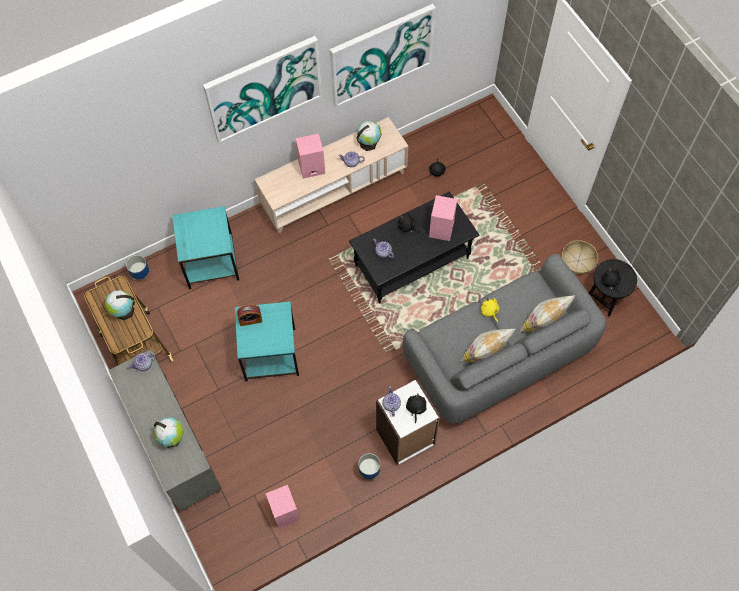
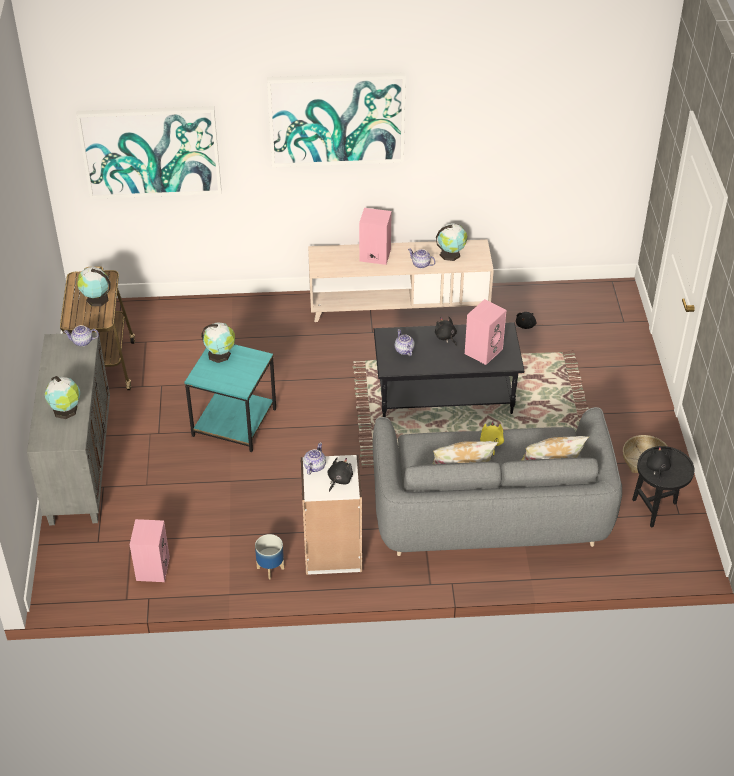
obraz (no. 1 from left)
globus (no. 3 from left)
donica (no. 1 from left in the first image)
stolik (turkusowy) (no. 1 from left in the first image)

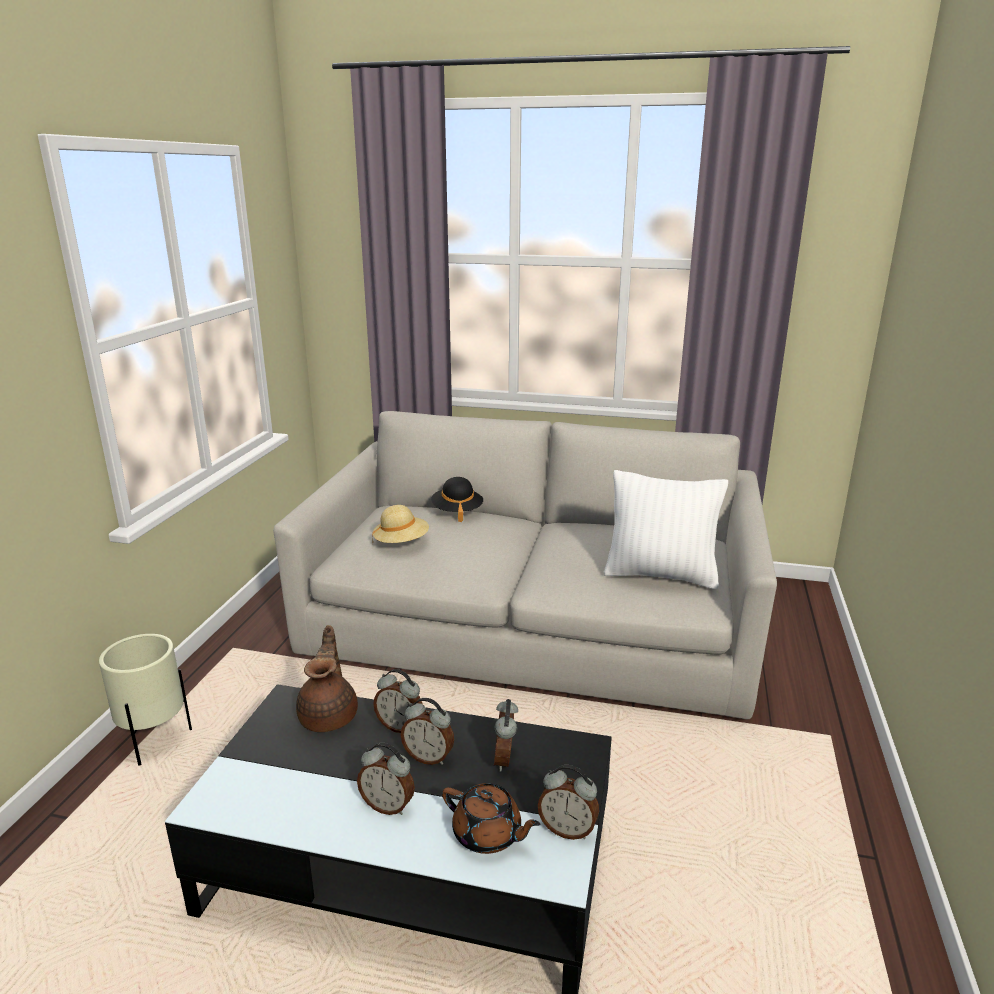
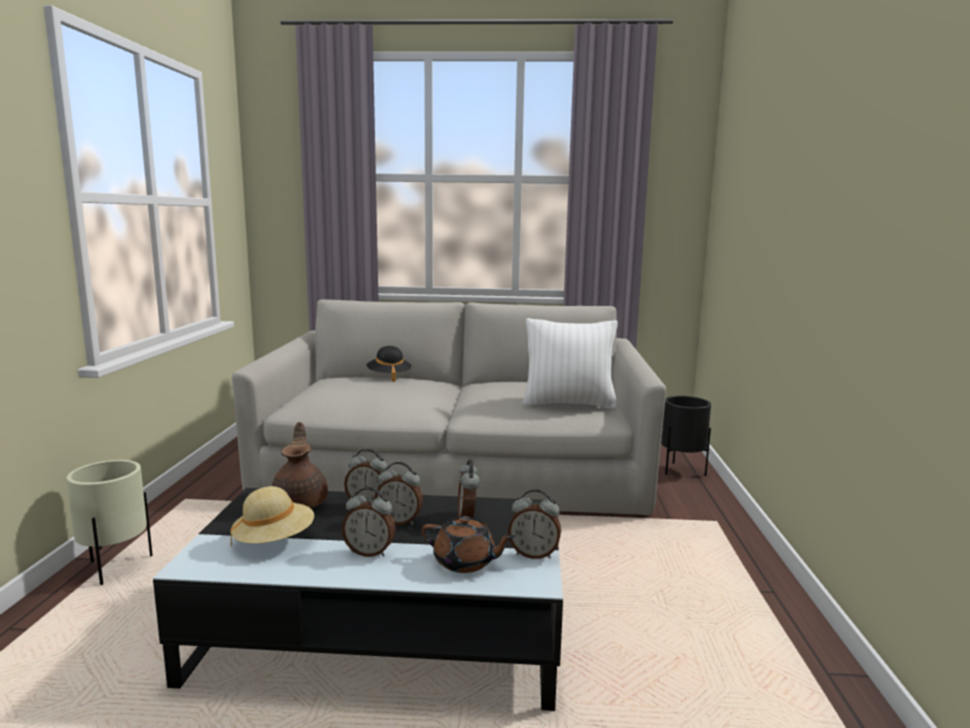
kapelusz (beżowy)
donica (czarny)

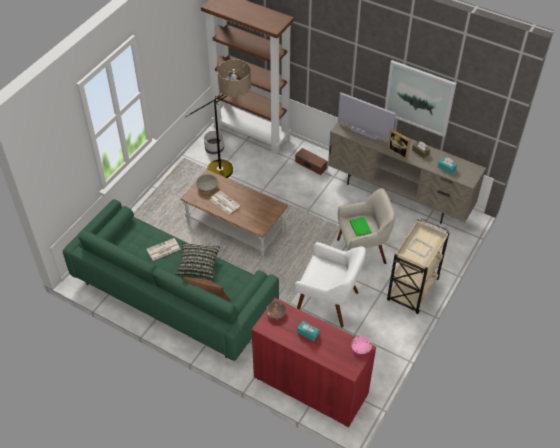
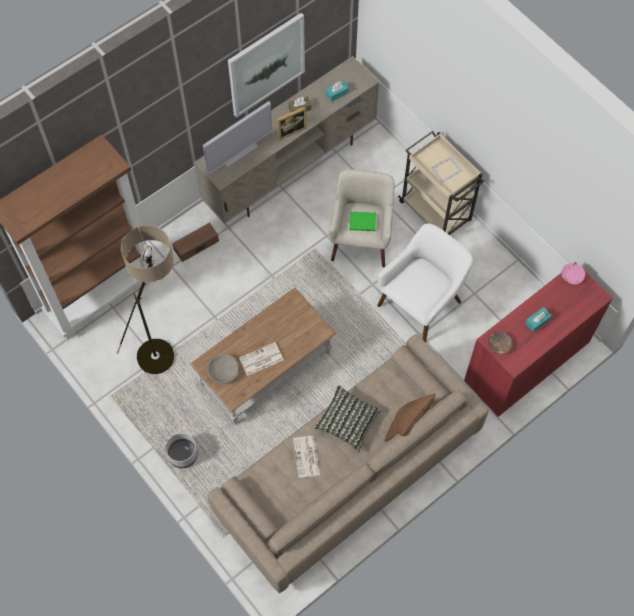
donica (szary)
kanapa (beżowy)

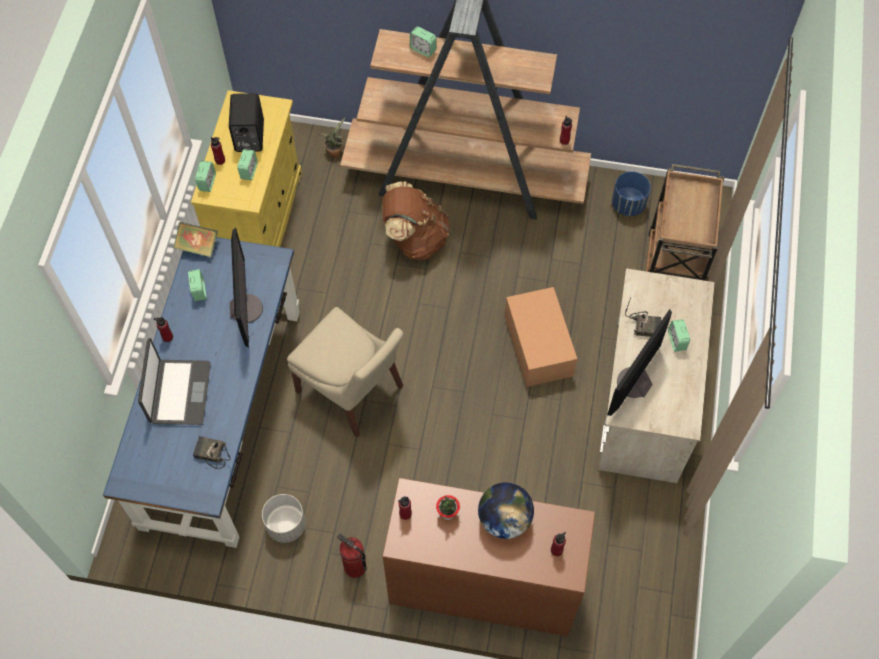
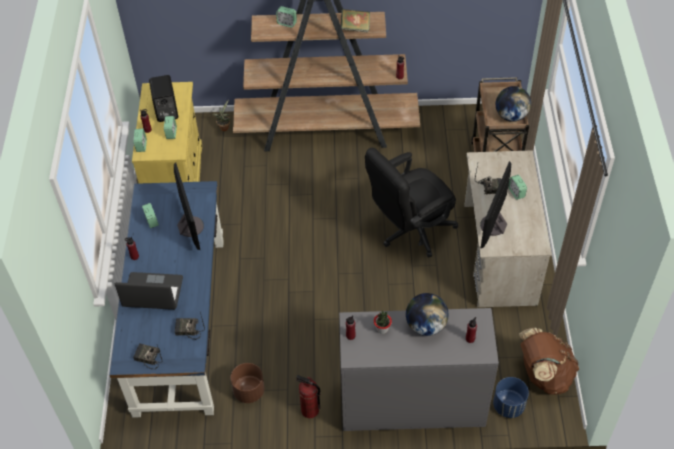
laptop
radio (no. 1 from left)
donica (brązowy)
komoda (szary)
książka
krzesło biurowe (czarny)
donica (niebieski)
globus (no. 2 from left)
plecak (brązowy)
krzesło (beżowy)

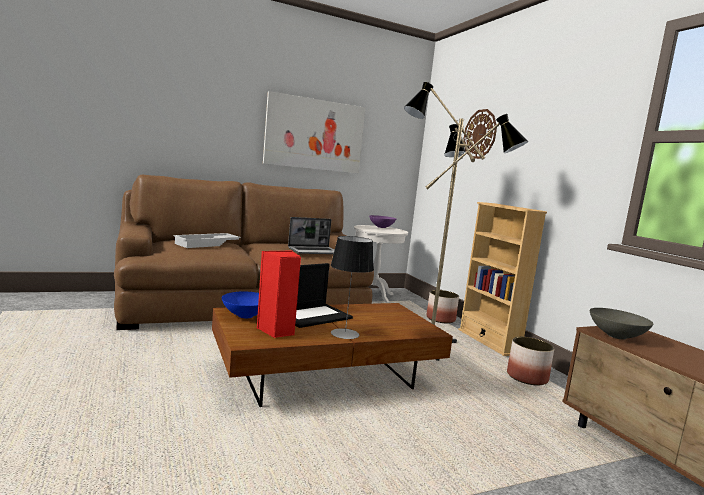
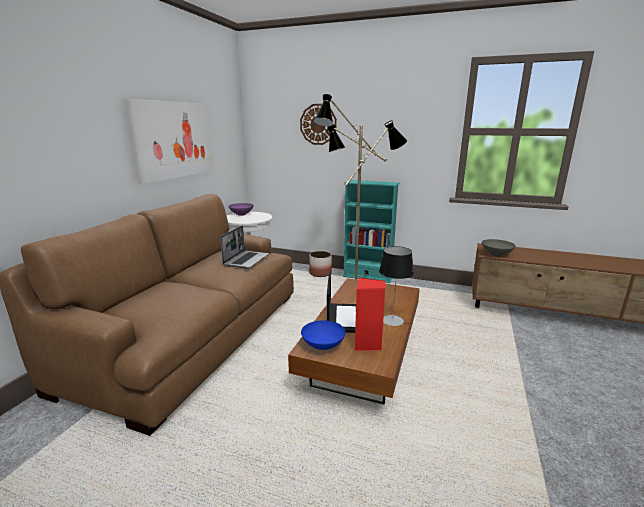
regał (turkusowy)
taca (biały)
donica (no. 2 from left in the first image)

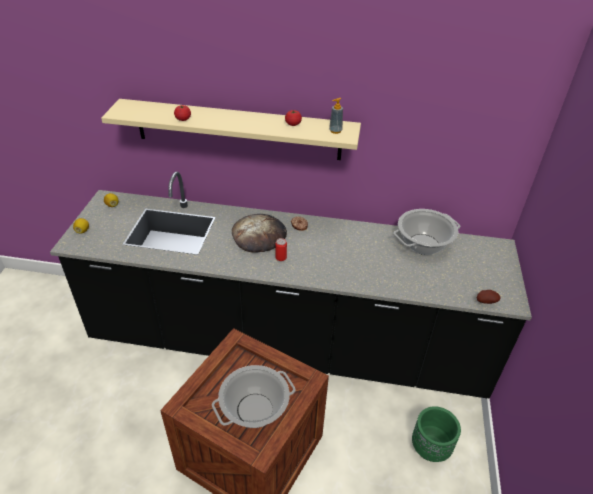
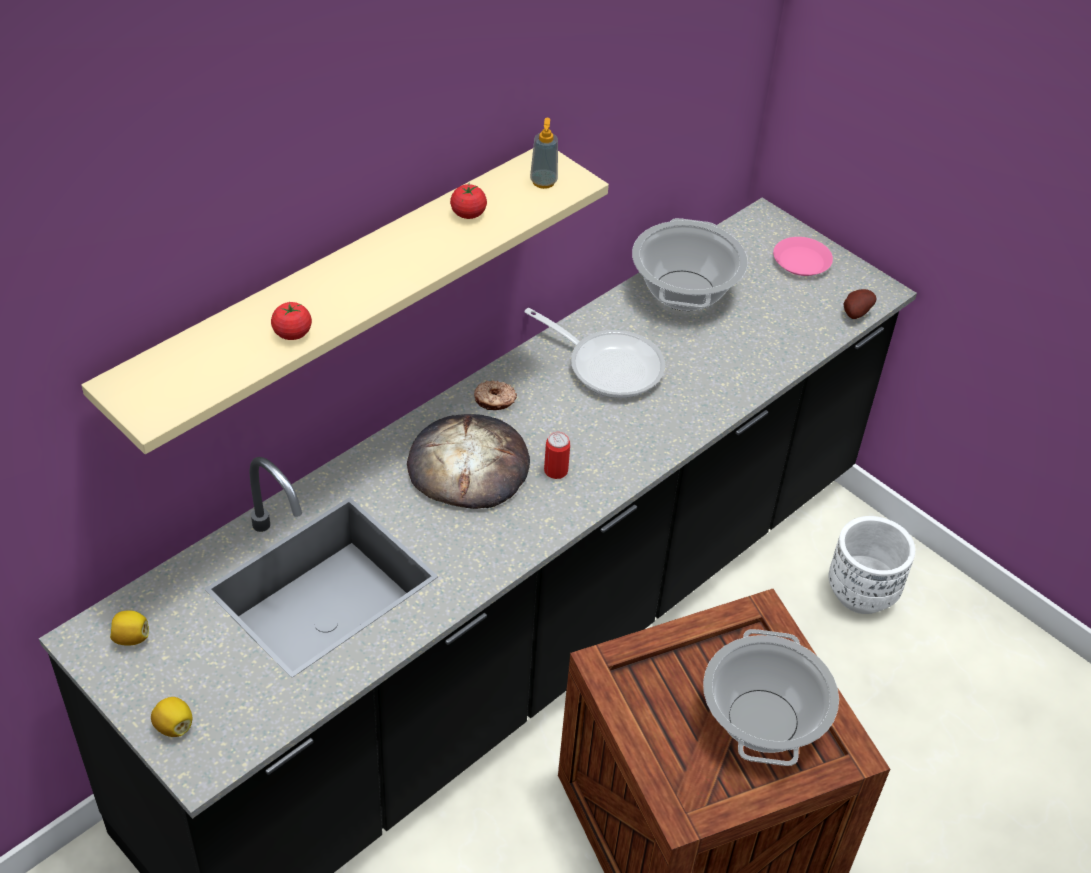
patelnia
talerz (różowy)
donica (biały)

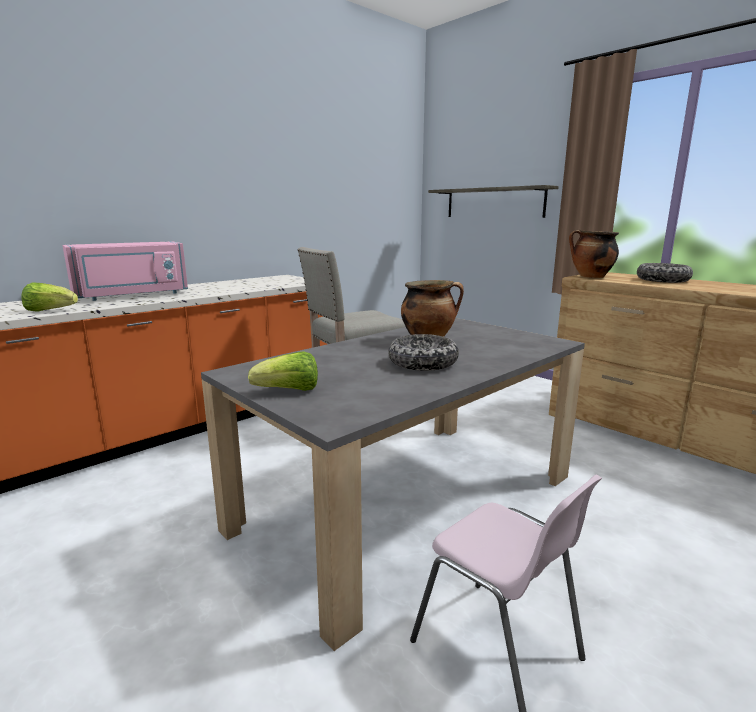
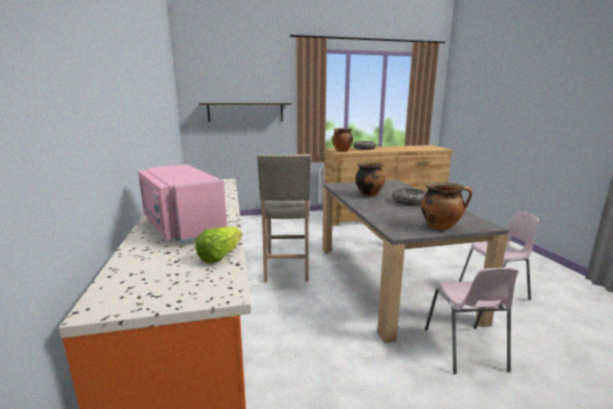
mikrofalówka (różowy)
garnek (no. 3 from left)
krzesło (różowy) (no. 1 from left)

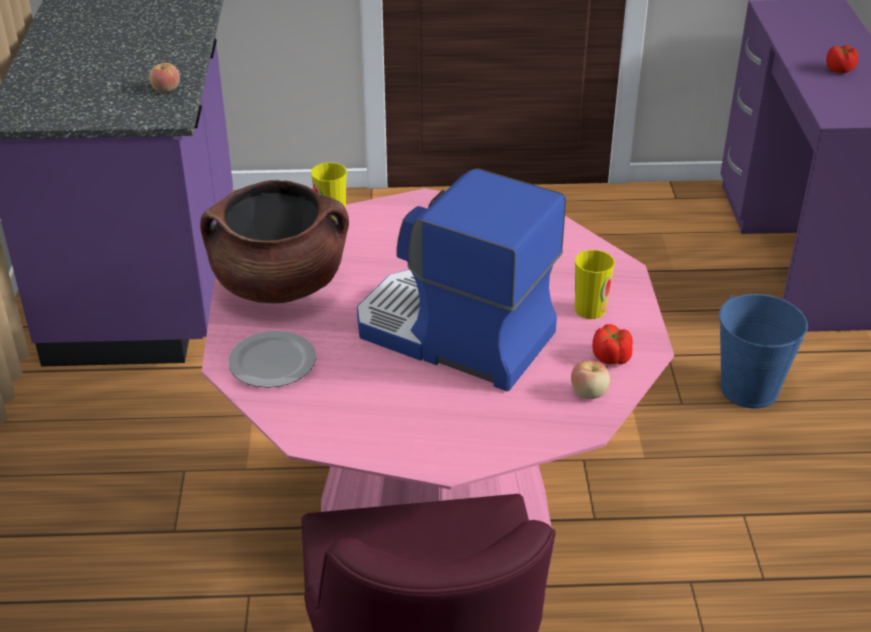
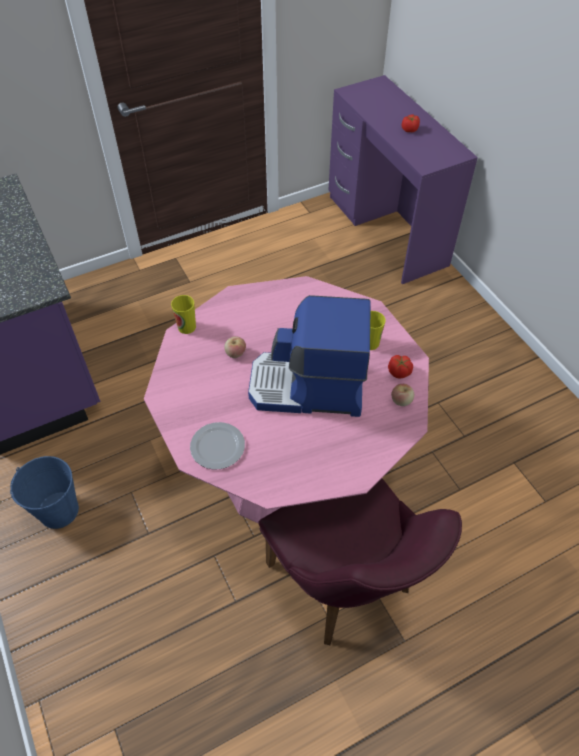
wiadro (niebieski)
jabłko (no. 1 from left)
garnek (brązowy)

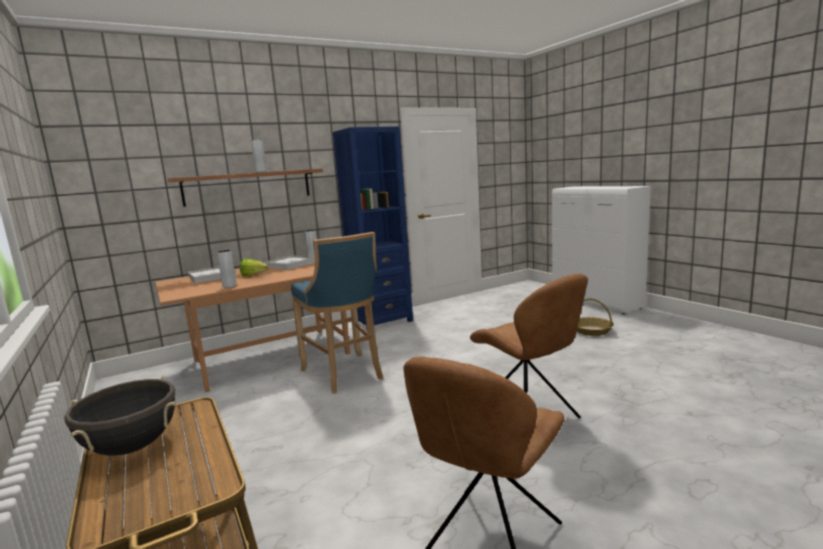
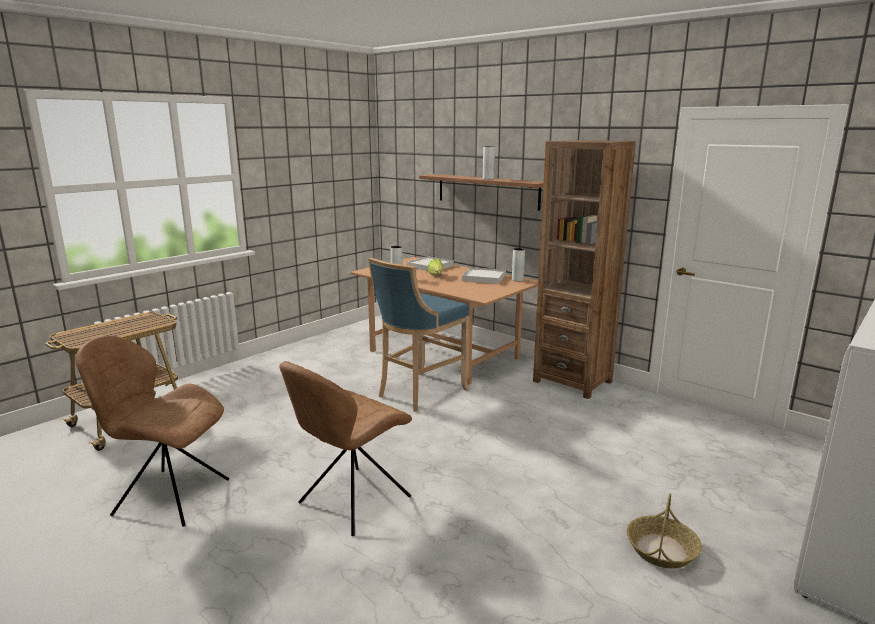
regał (brązowy)
garnek (czarny)

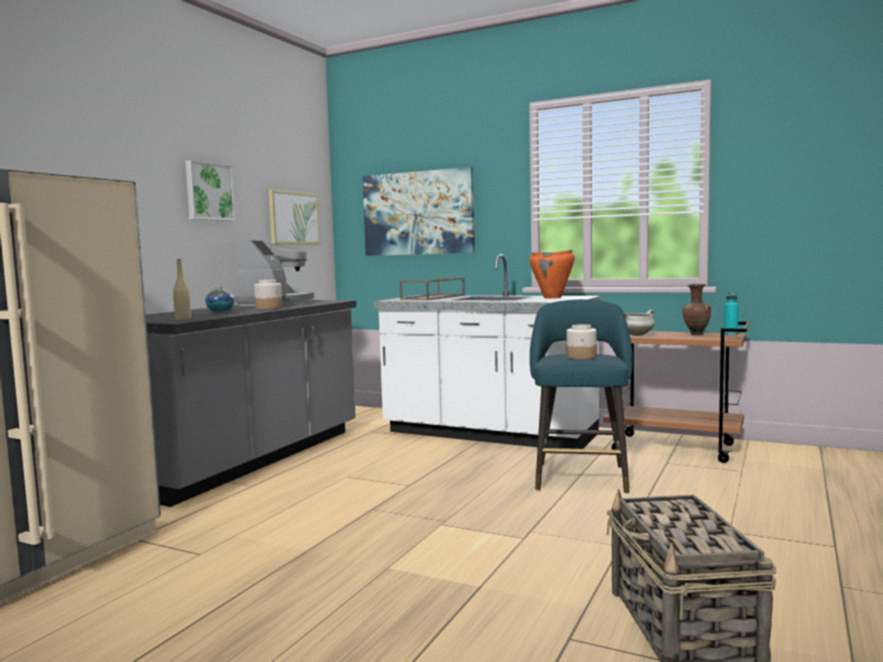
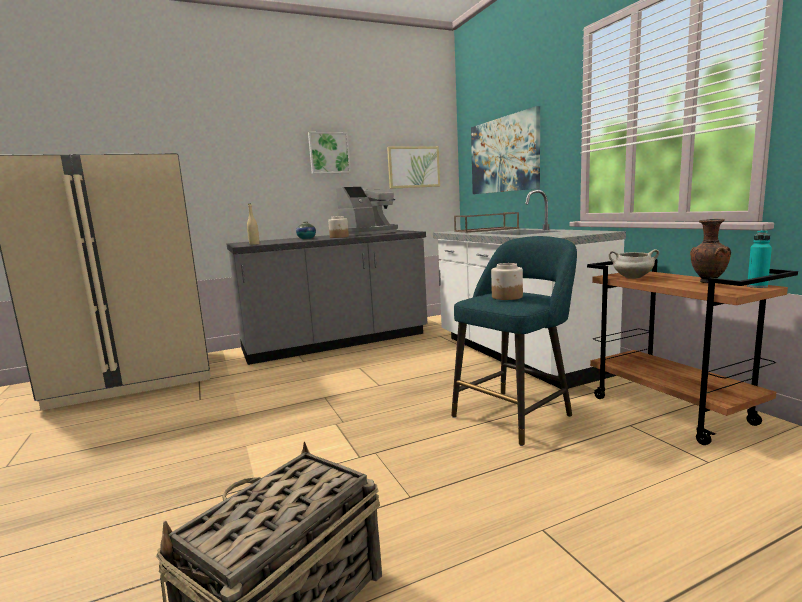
garnek (pomarańczowy)

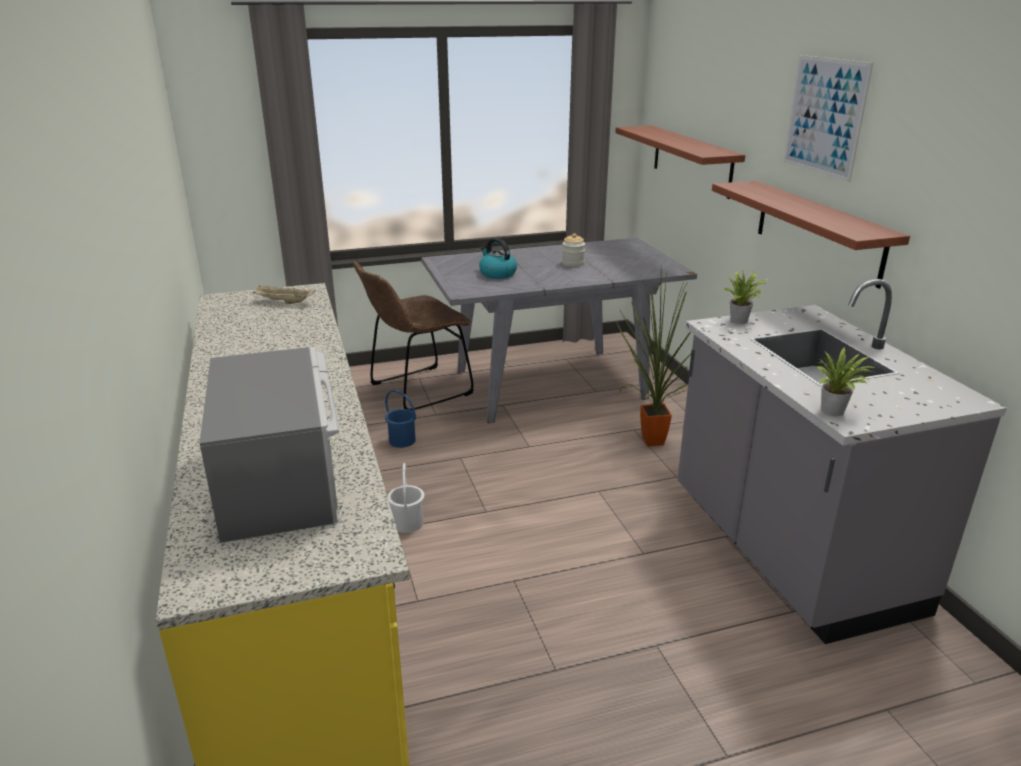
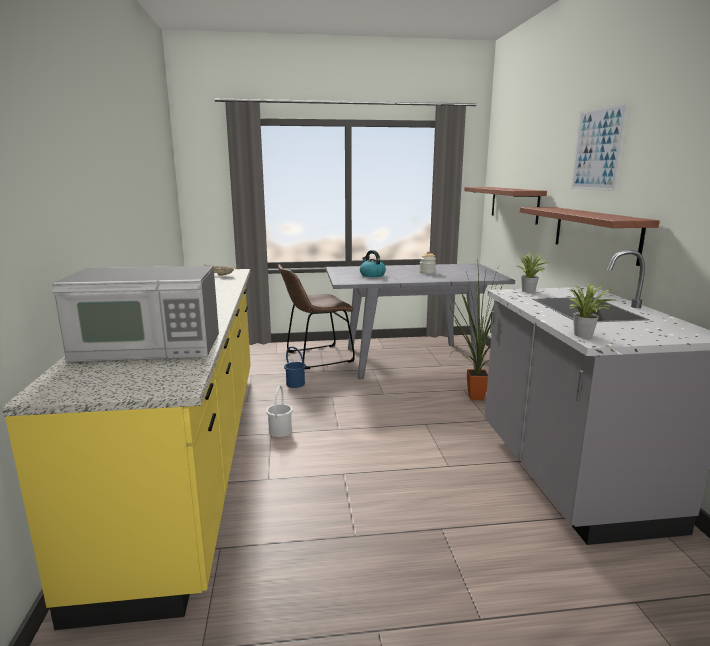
mikrofalówka

